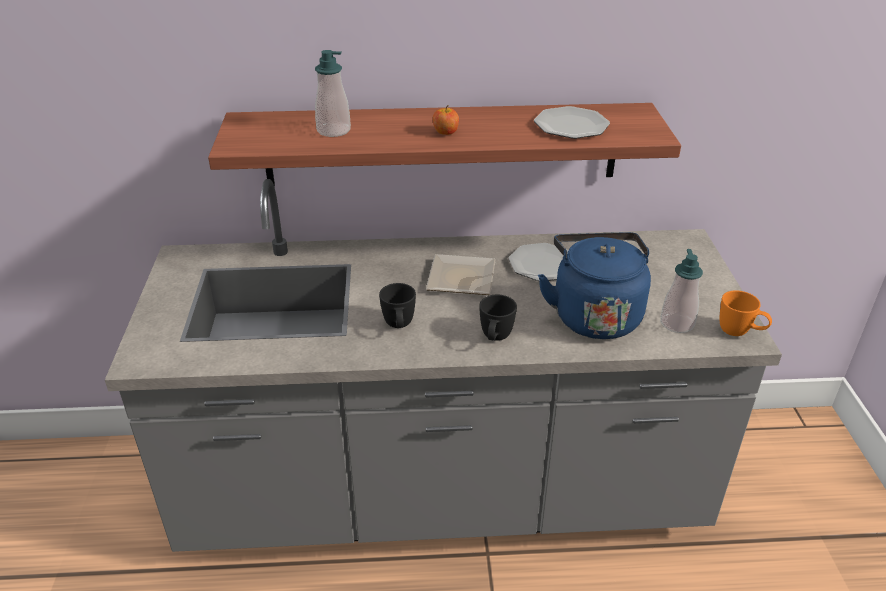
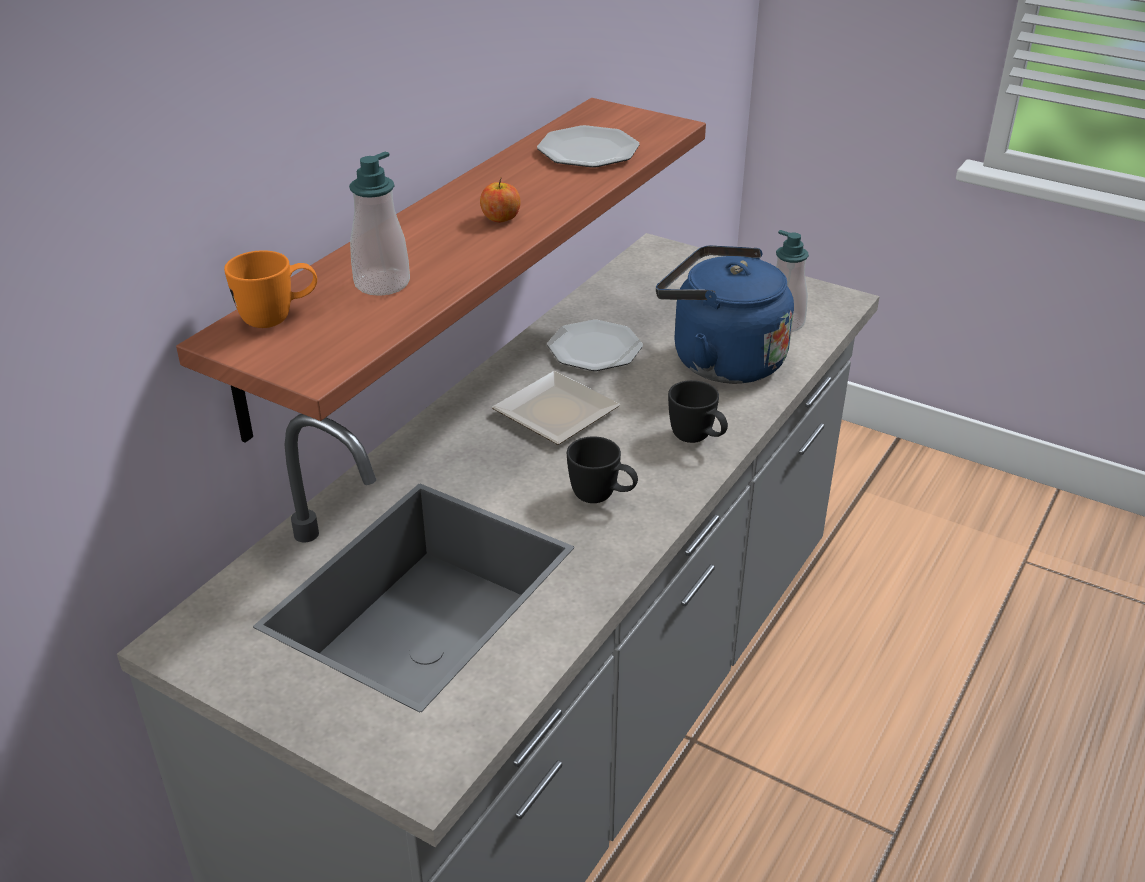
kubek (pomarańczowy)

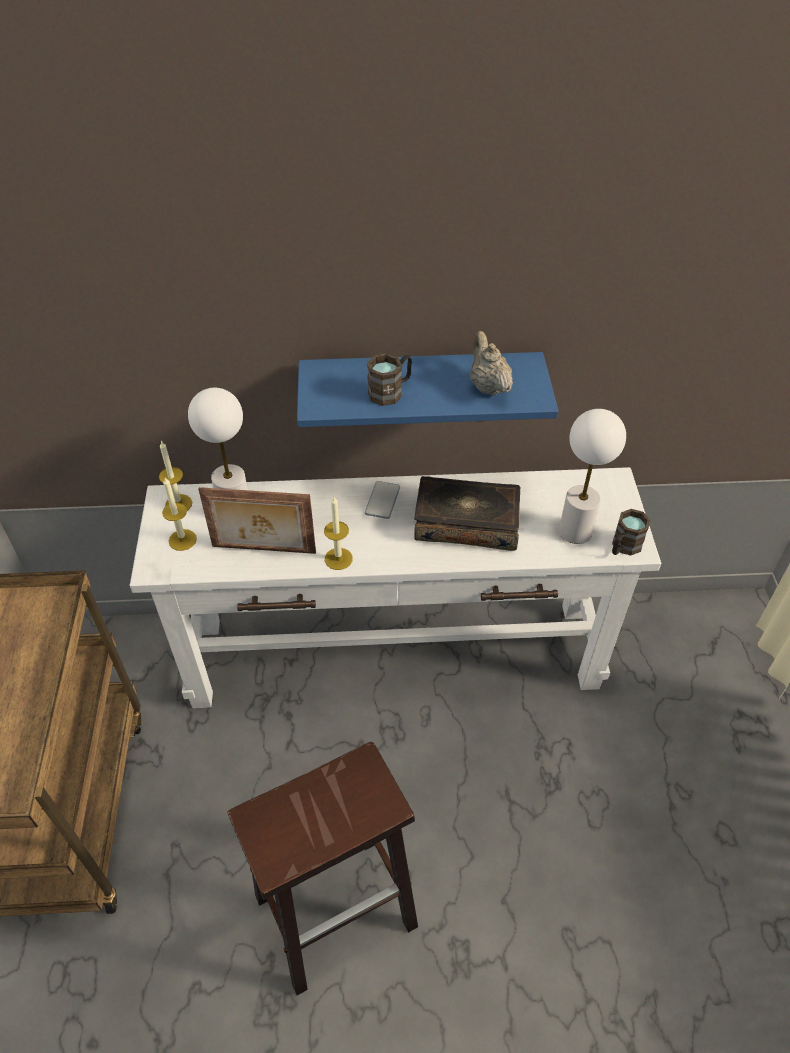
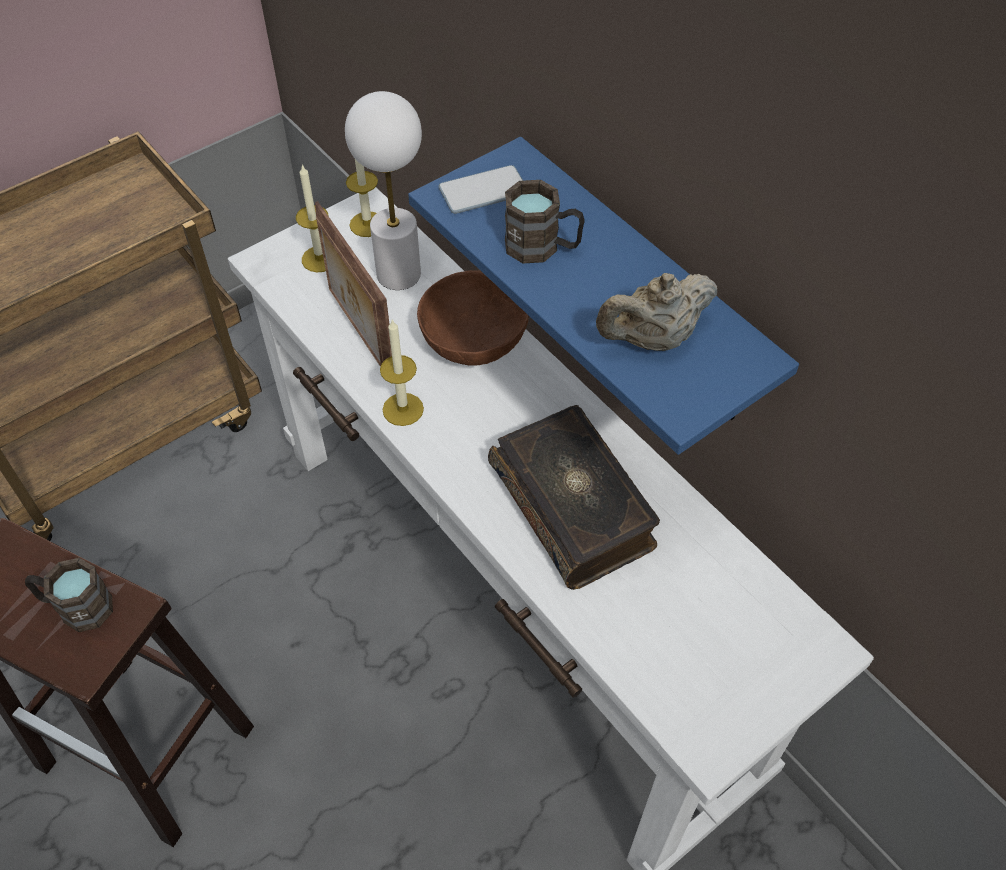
kubek (brązowy) (no. 1 from left)
miska (brązowy)
telefon
imbryk (beżowy)
lampa stołowa (biały) (no. 2 from left in the first image)

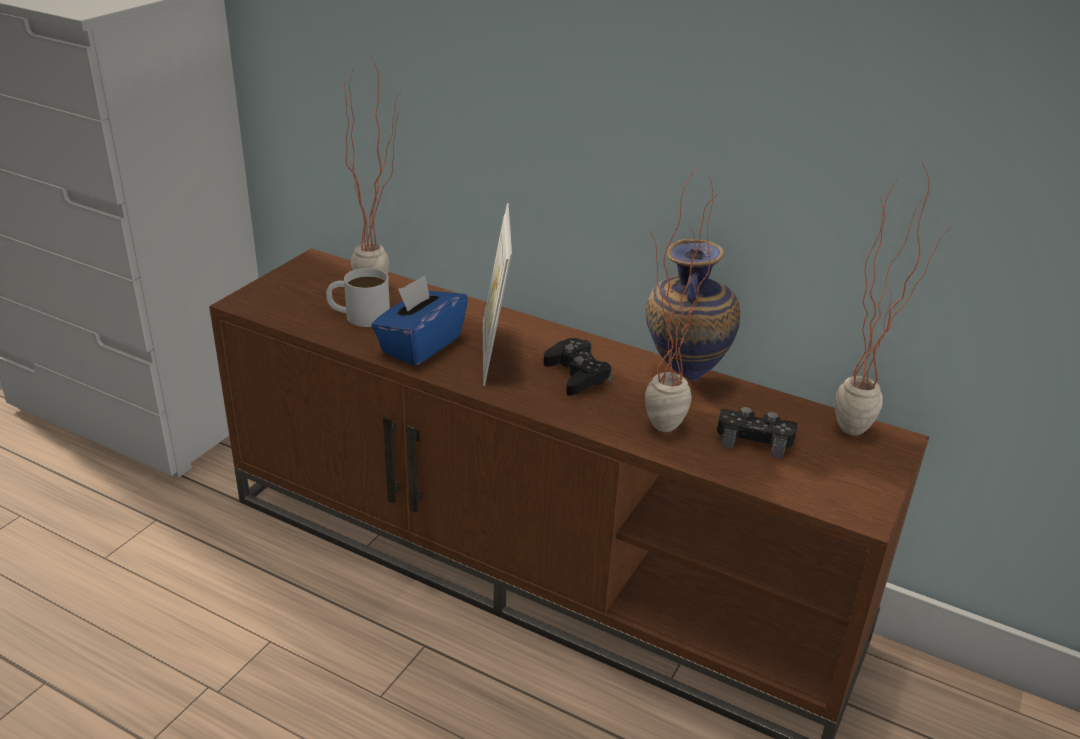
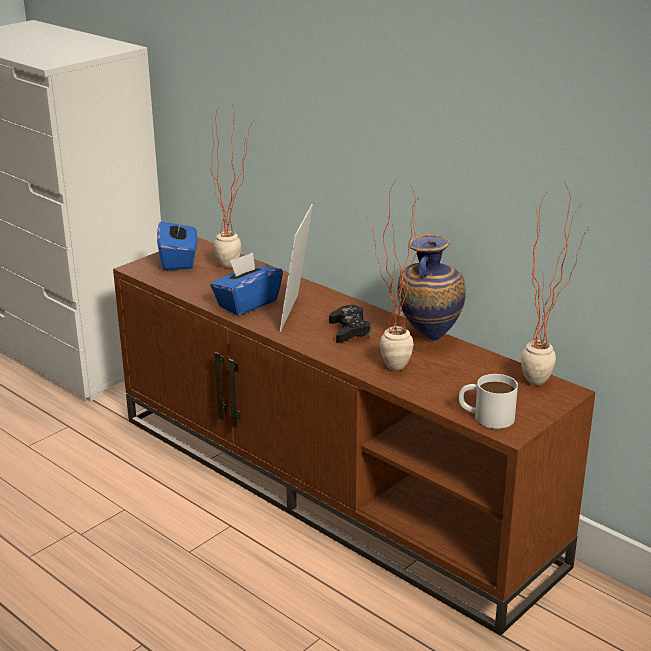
pudełko chusteczek (niebieski) (no. 1 from left)
kubek (biały)
pad do gier (czarny) (no. 2 from left in the first image)

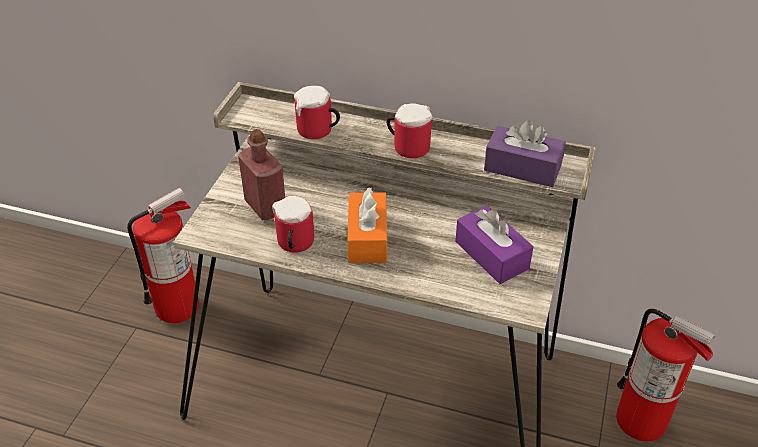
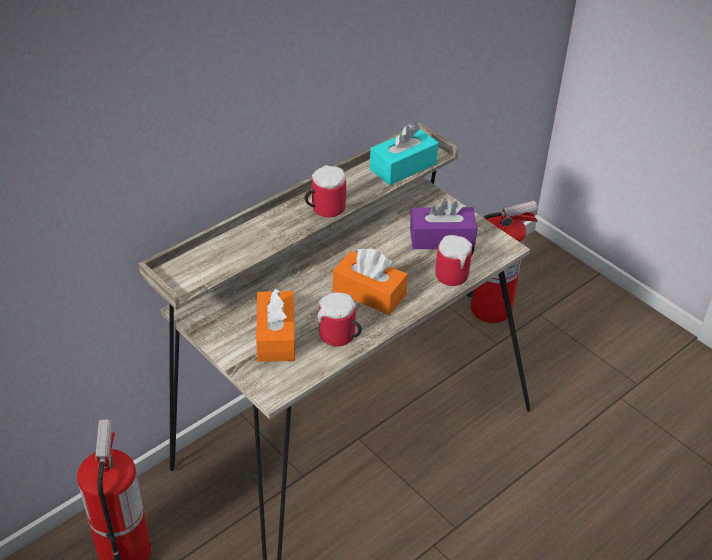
pudełko chusteczek (pomarańczowy) (no. 1 from left)
pudełko chusteczek (turkusowy)
kubek (no. 3 from left)

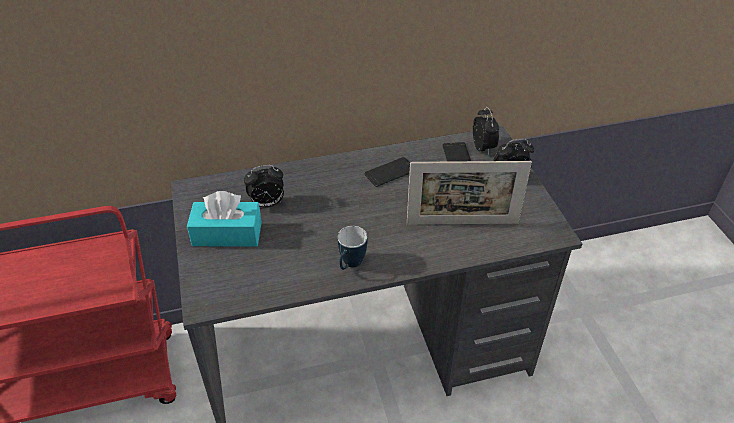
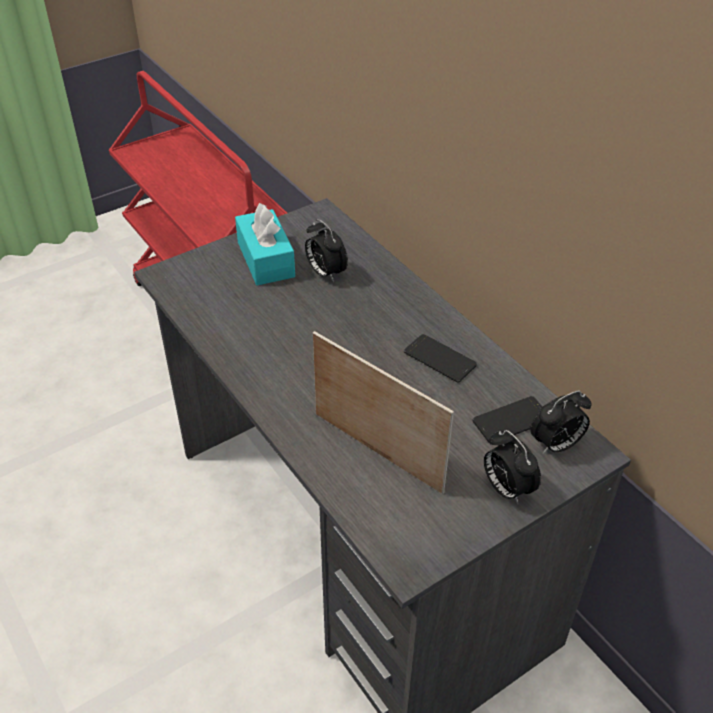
ramka na zdjęcie
kubek

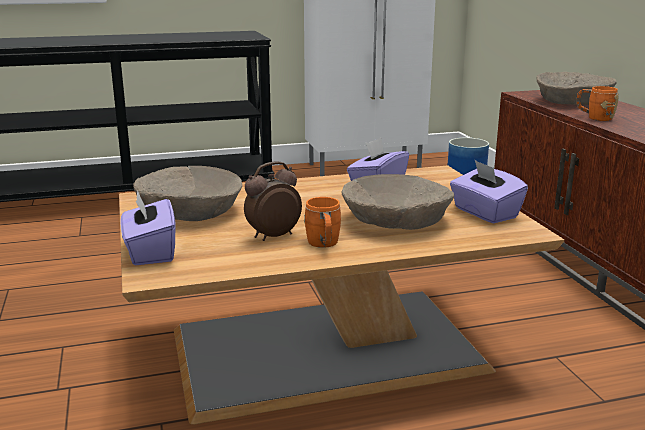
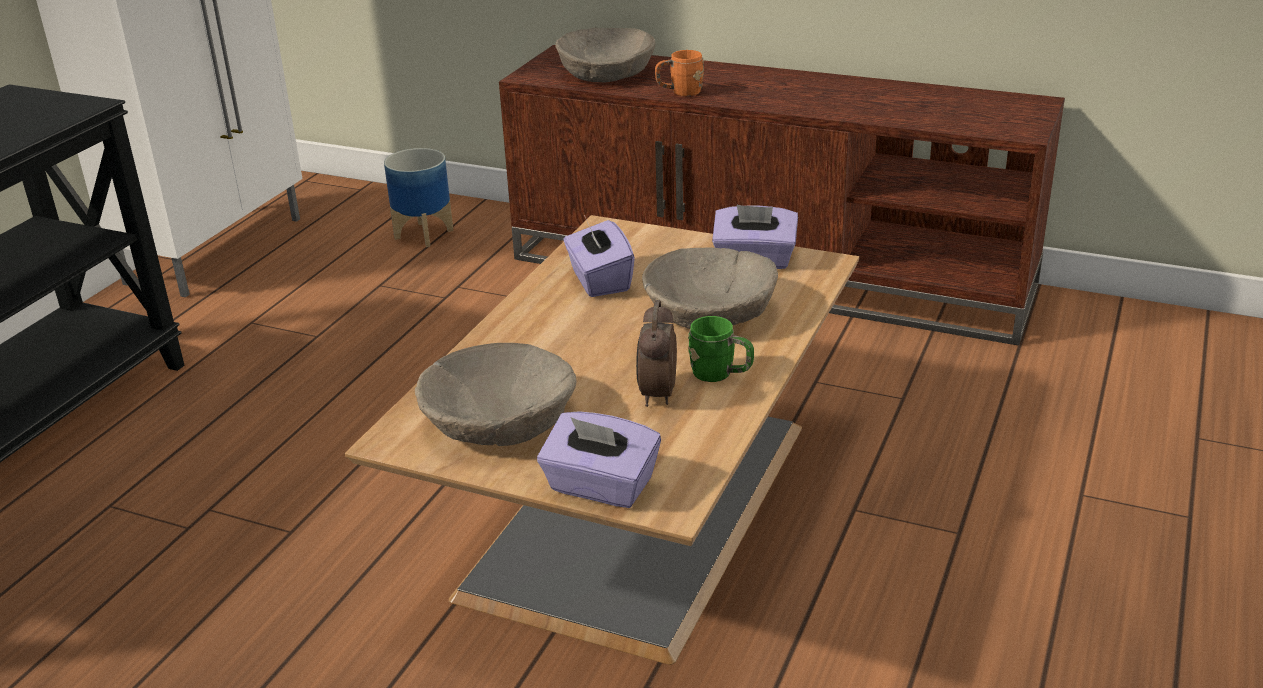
kubek (zielony)

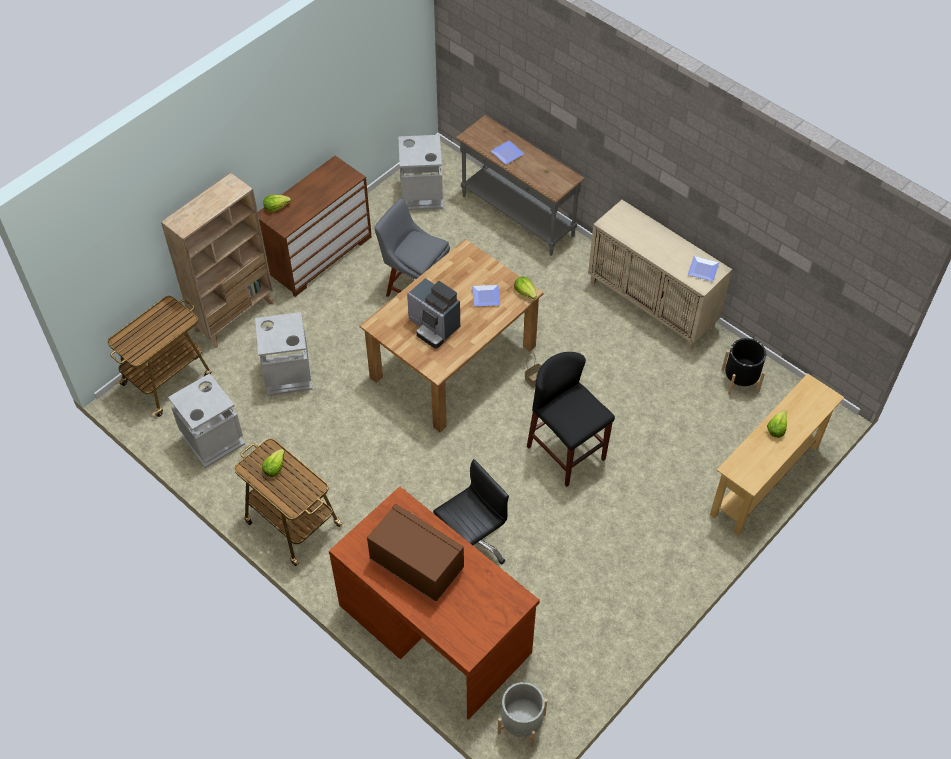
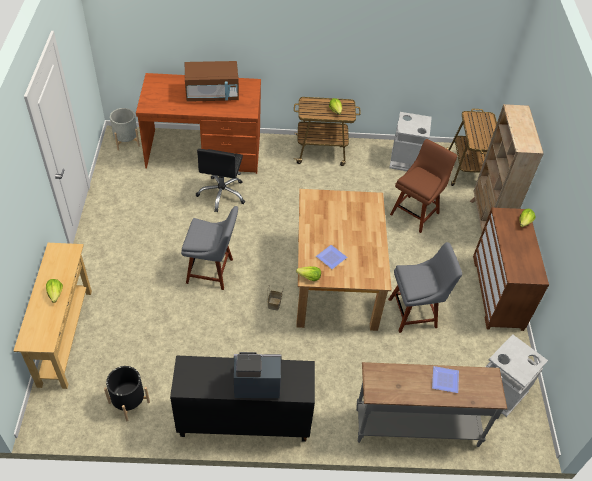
szafka (czarny)
krzesło (szary) (no. 1 from left)
ekspres do kawy
krzesło (brązowy)
talerz (no. 3 from left in the first image)

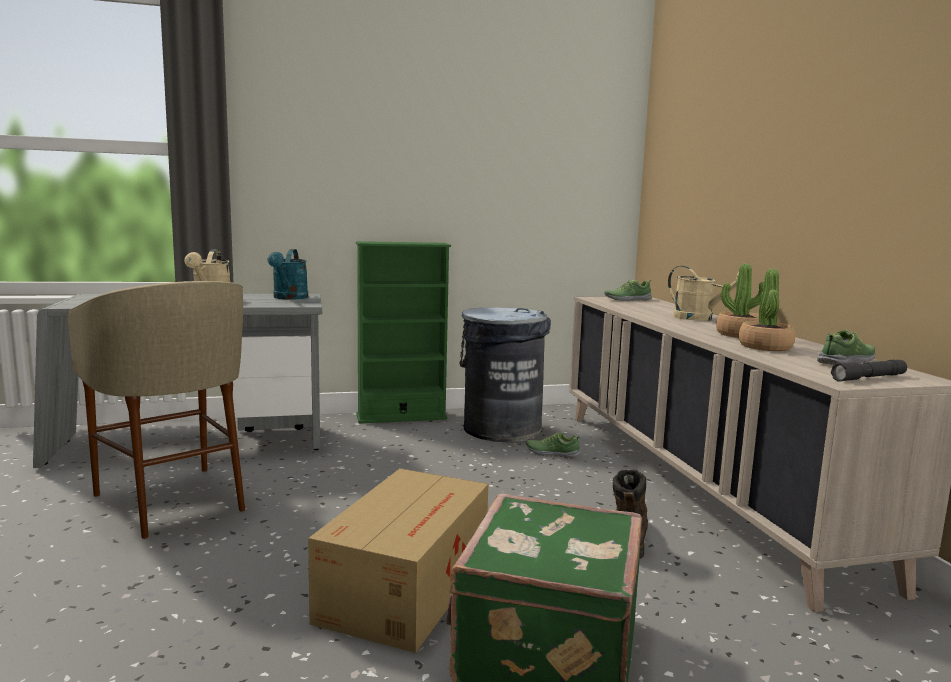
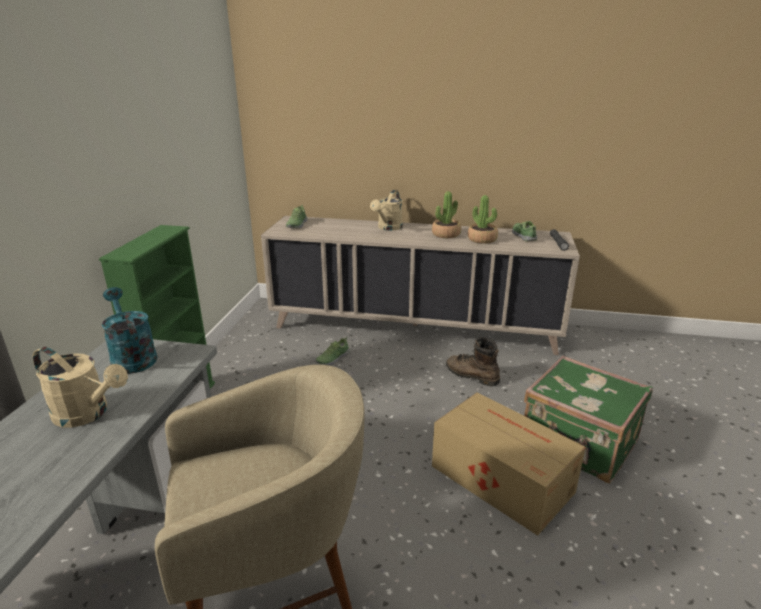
konewka (turkusowy)
konewka (beżowy) (no. 2 from left)
kosz na śmieci (szary)

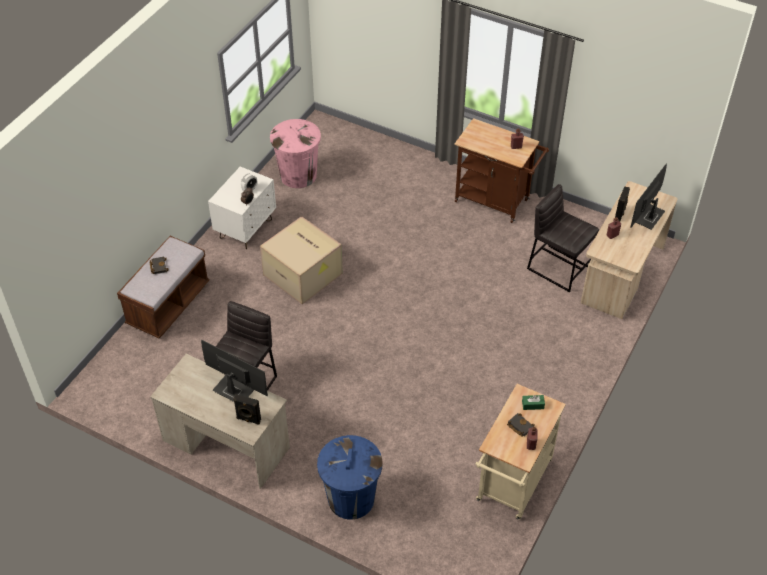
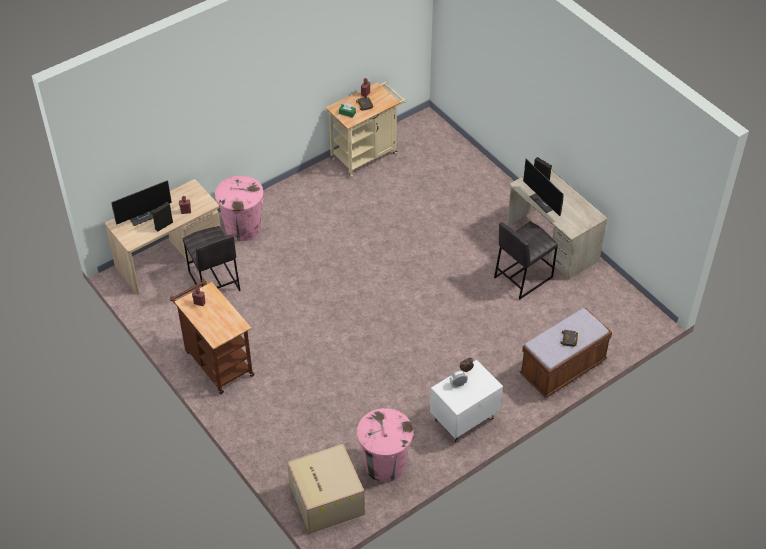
kosz na śmieci (różowy) (no. 1 from left)
karton
kosz na śmieci (niebieski)

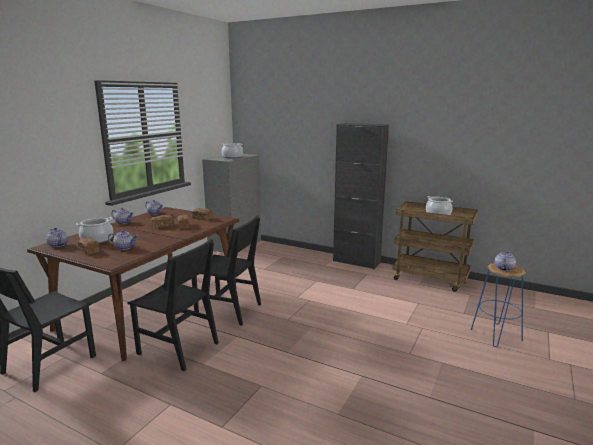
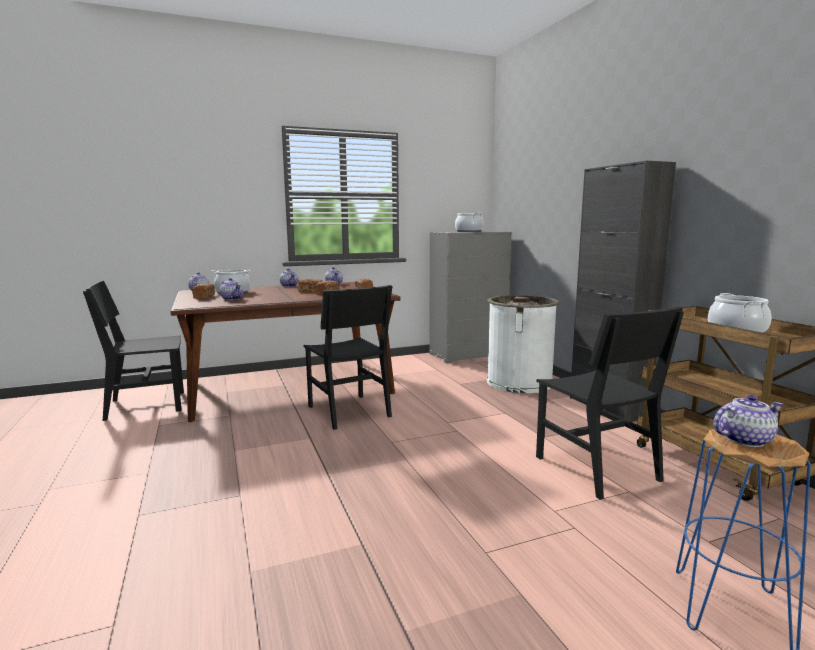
kosz na śmieci (biały)
krzesło (czarny) (no. 3 from left)

